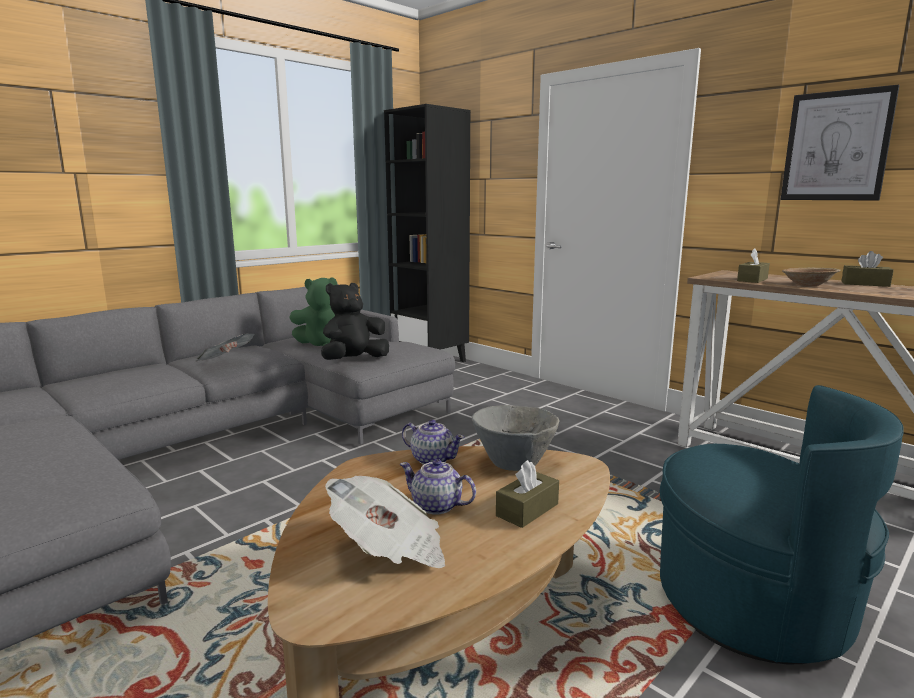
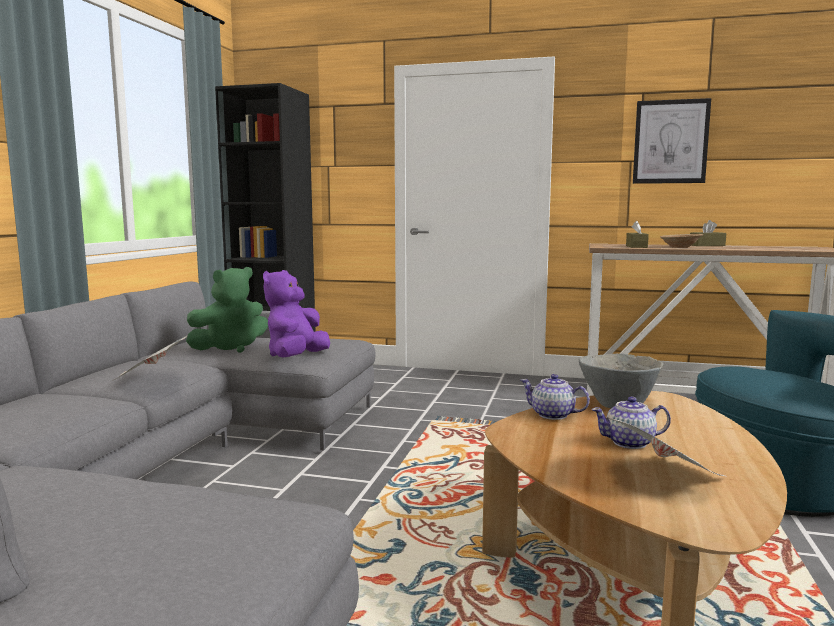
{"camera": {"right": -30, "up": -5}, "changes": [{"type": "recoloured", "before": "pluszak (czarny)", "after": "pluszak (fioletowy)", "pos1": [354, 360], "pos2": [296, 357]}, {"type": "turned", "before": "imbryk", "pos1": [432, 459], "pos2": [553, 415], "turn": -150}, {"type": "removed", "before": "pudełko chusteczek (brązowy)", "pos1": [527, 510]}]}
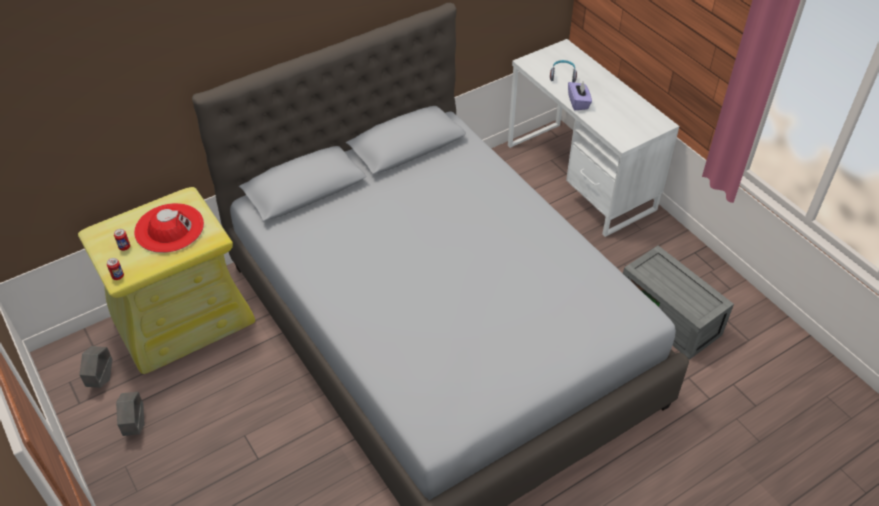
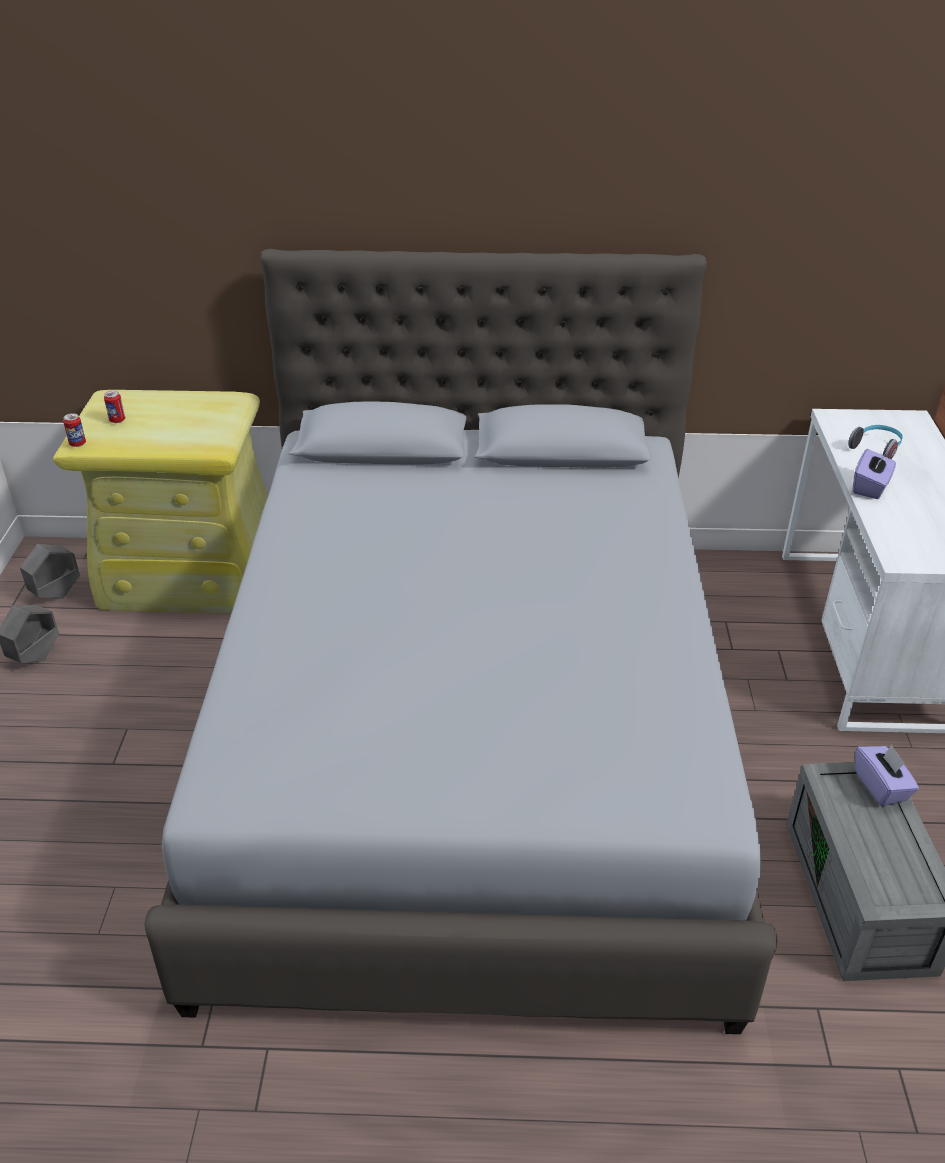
{"camera": {"right": 35, "up": -10}, "changes": [{"type": "removed", "before": "kapelusz (czerwony)", "pos1": [169, 228]}, {"type": "added", "after": "pudełko chusteczek (fioletowy)", "pos2": [881, 786]}]}
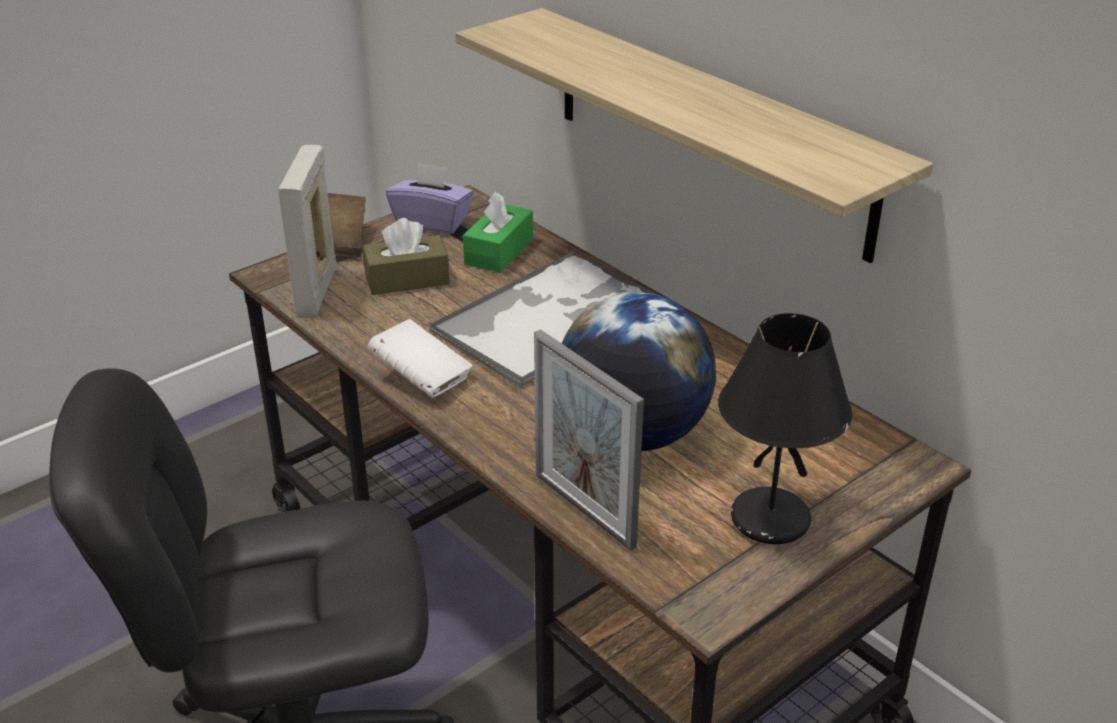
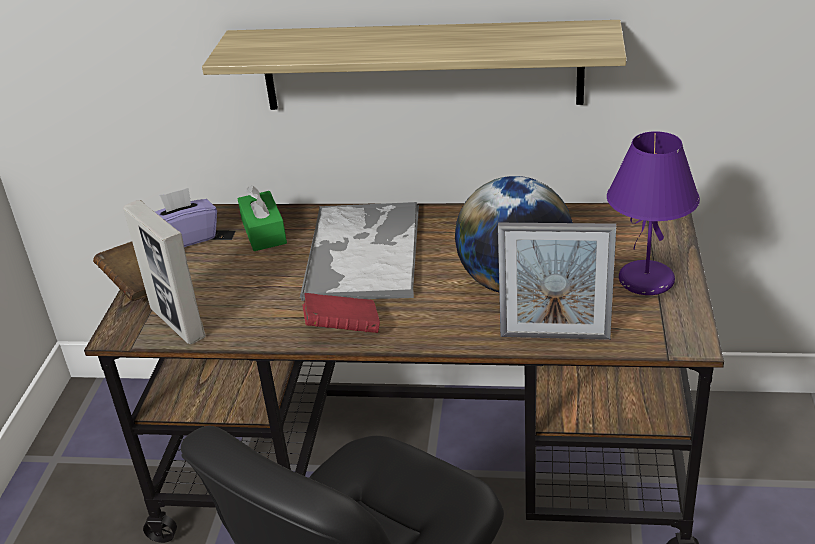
{"camera": {"right": -40, "up": 0}, "changes": [{"type": "removed", "before": "pudełko chusteczek (brązowy)", "pos1": [407, 279]}, {"type": "recoloured", "before": "książka (biały)", "after": "książka (czerwony)", "pos1": [421, 378], "pos2": [342, 329]}, {"type": "recoloured", "before": "lampa stołowa (czarny)", "after": "lampa stołowa (fioletowy)", "pos1": [768, 520], "pos2": [646, 281]}]}
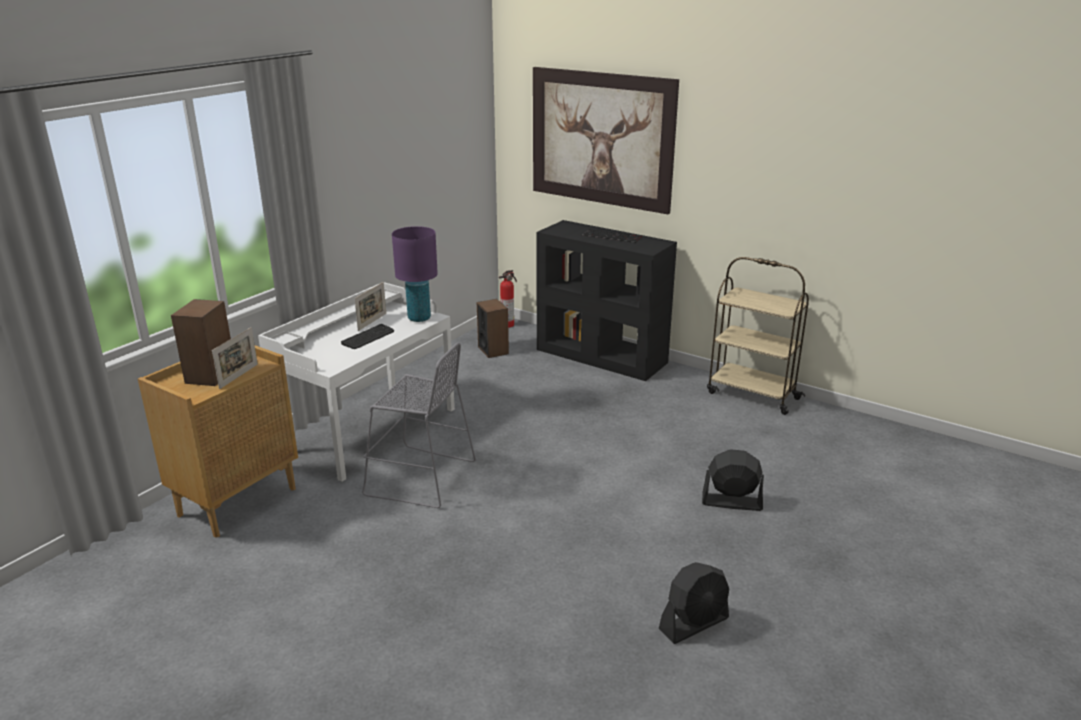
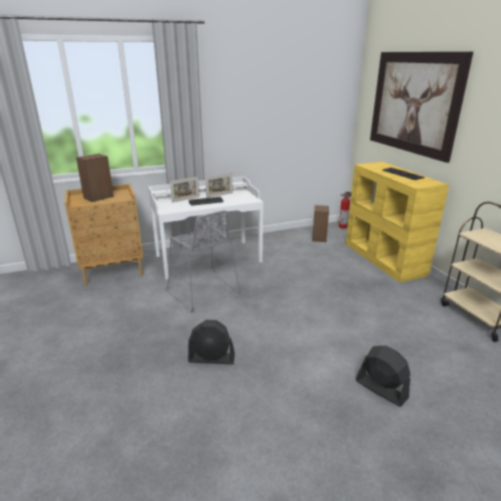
{"camera": {"right": 35, "up": 0}, "changes": [{"type": "moved", "before": "ramka na zdjęcie", "pos1": [238, 376], "pos2": [185, 199]}, {"type": "removed", "before": "lampa stołowa (fioletowy)", "pos1": [419, 318]}, {"type": "recoloured", "before": "regał (czarny)", "after": "regał (żółty)", "pos1": [601, 355], "pos2": [384, 258]}, {"type": "moved", "before": "wentylator (czarny)", "pos1": [694, 624], "pos2": [211, 358]}]}
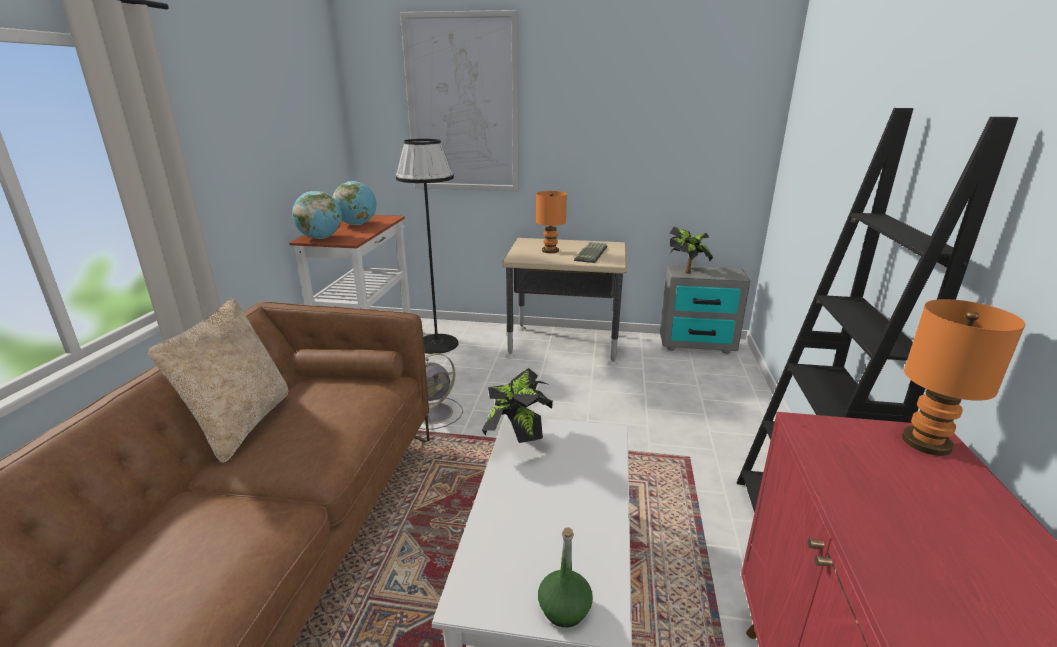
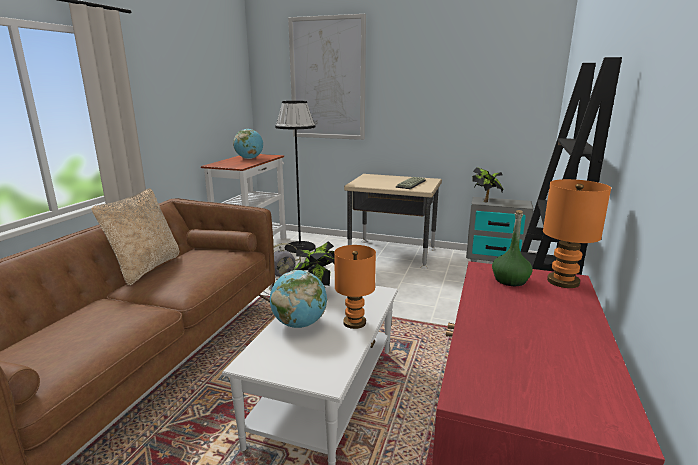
{"camera": {"right": 10, "up": -5}, "changes": [{"type": "moved", "before": "globus", "pos1": [321, 238], "pos2": [299, 324]}, {"type": "moved", "before": "lampa stołowa (pomarańczowy)", "pos1": [549, 250], "pos2": [354, 322]}, {"type": "moved", "before": "butelka (zielony)", "pos1": [564, 609], "pos2": [510, 280]}]}
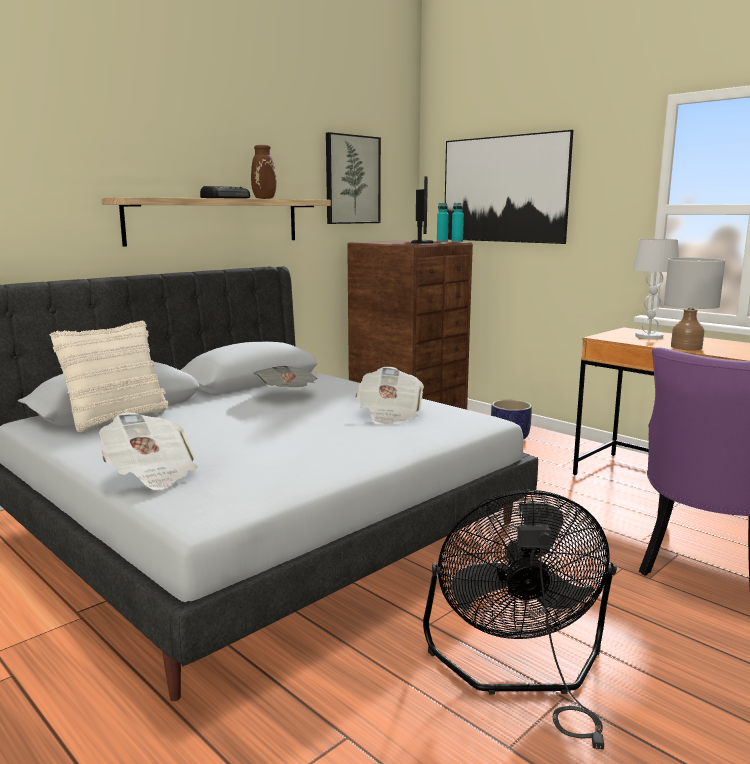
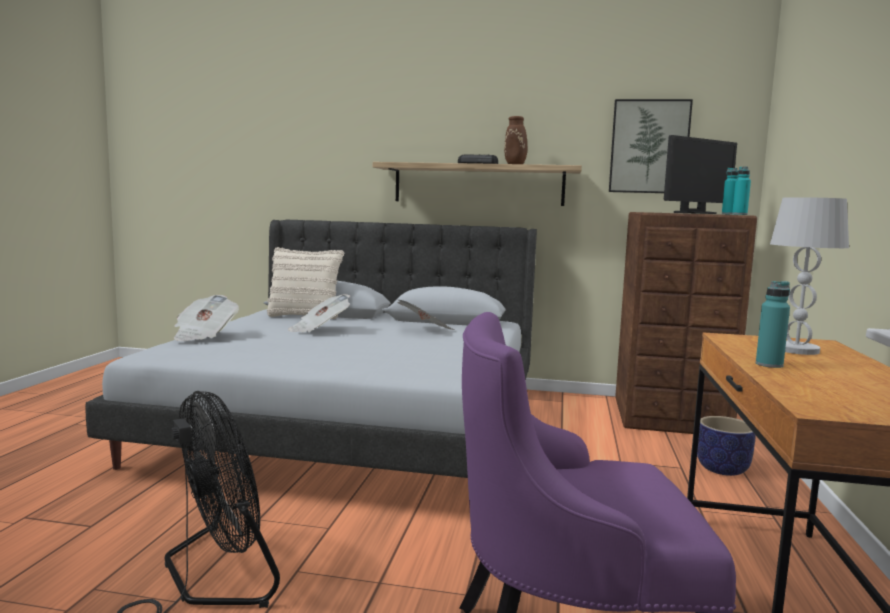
{"camera": {"right": 55, "up": -5}, "changes": [{"type": "moved", "before": "gazeta", "pos1": [389, 414], "pos2": [319, 330]}, {"type": "removed", "before": "obraz", "pos1": [503, 189]}, {"type": "replaced", "before": "lampa stołowa (szary)", "after": "butelka (turkusowy)", "pos1": [687, 347], "pos2": [769, 365]}]}
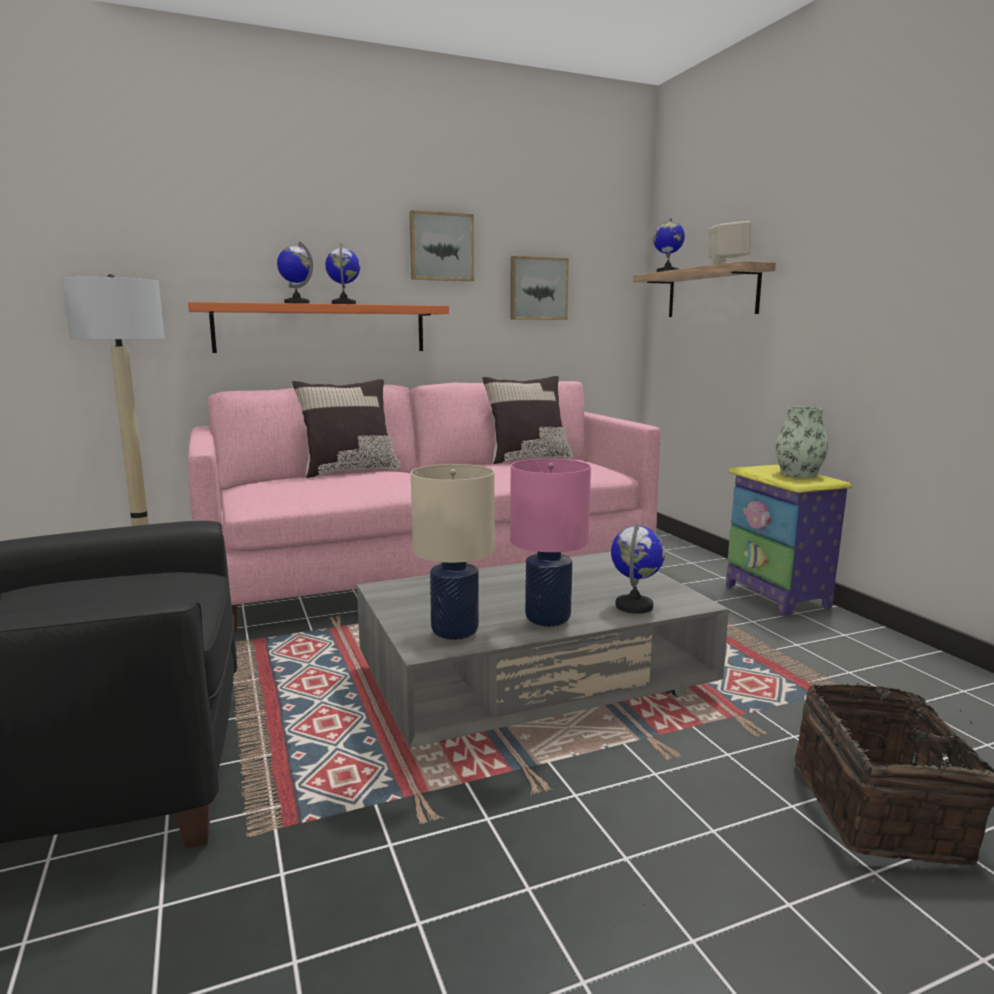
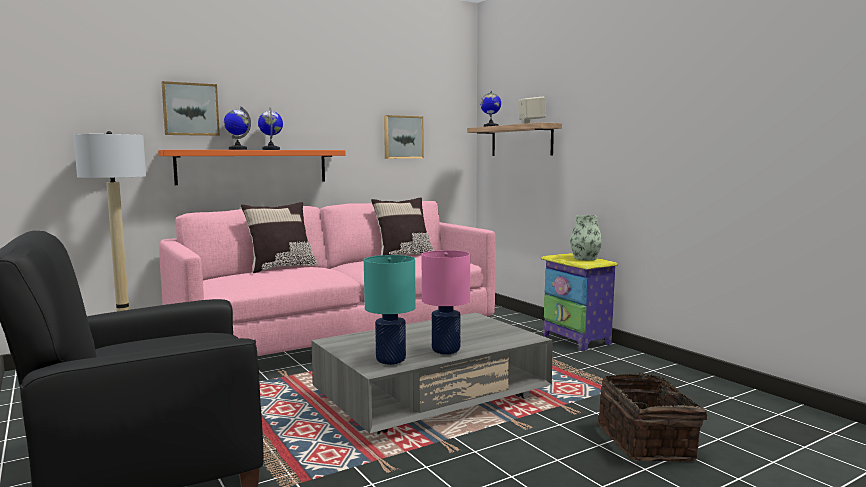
{"camera": {"right": -10, "up": -5}, "changes": [{"type": "moved", "before": "obraz", "pos1": [441, 247], "pos2": [190, 109]}, {"type": "recoloured", "before": "lampa stołowa (beżowy)", "after": "lampa stołowa (turkusowy)", "pos1": [454, 634], "pos2": [390, 362]}, {"type": "removed", "before": "globus", "pos1": [634, 606]}]}
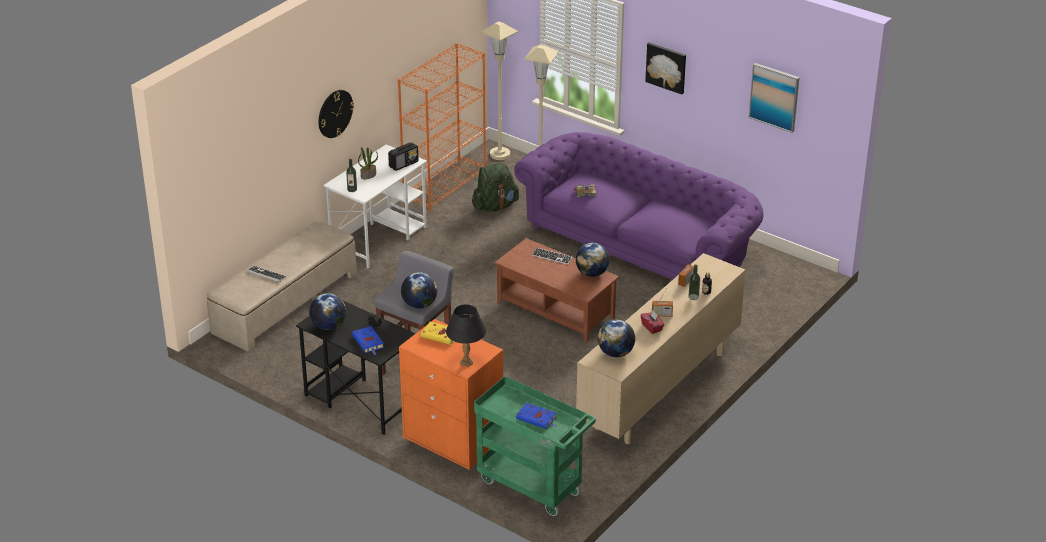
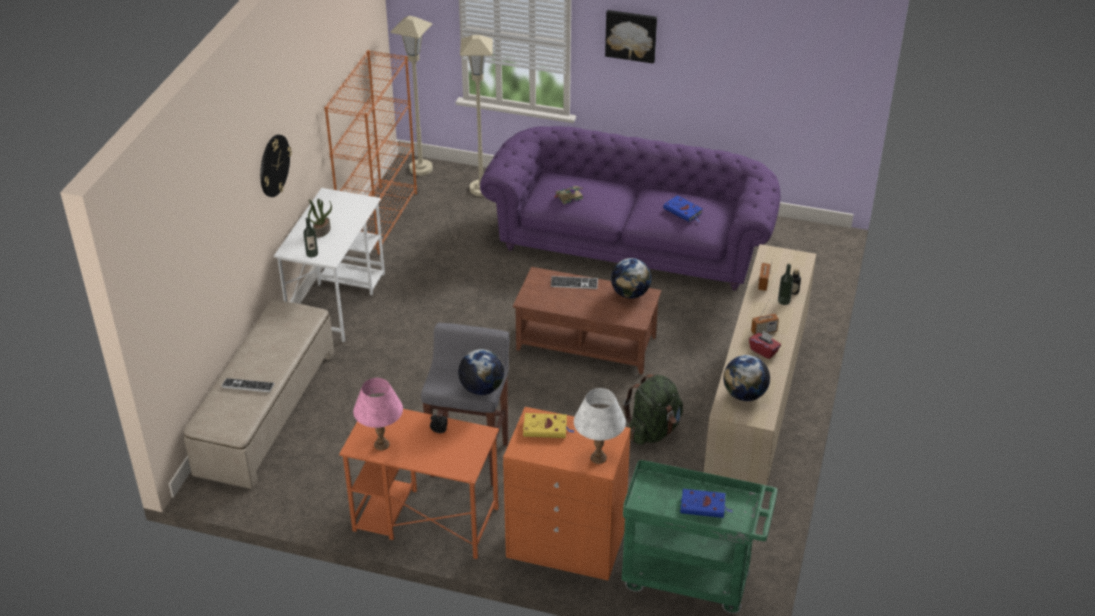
{"camera": {"right": -20, "up": 5}, "changes": [{"type": "recoloured", "before": "biurko (czarny)", "after": "biurko (pomarańczowy)", "pos1": [360, 400], "pos2": [424, 519]}, {"type": "replaced", "before": "globus", "after": "lampa stołowa (różowy)", "pos1": [328, 326], "pos2": [381, 444]}, {"type": "moved", "before": "książka (niebieski)", "pos1": [368, 342], "pos2": [683, 211]}, {"type": "removed", "before": "radio", "pos1": [404, 164]}, {"type": "recoloured", "before": "lampa stołowa (czarny)", "after": "lampa stołowa (biały)", "pos1": [466, 362], "pos2": [598, 458]}, {"type": "moved", "before": "plecak (zielony)", "pos1": [495, 206], "pos2": [653, 430]}, {"type": "removed", "before": "obraz", "pos1": [774, 97]}]}
